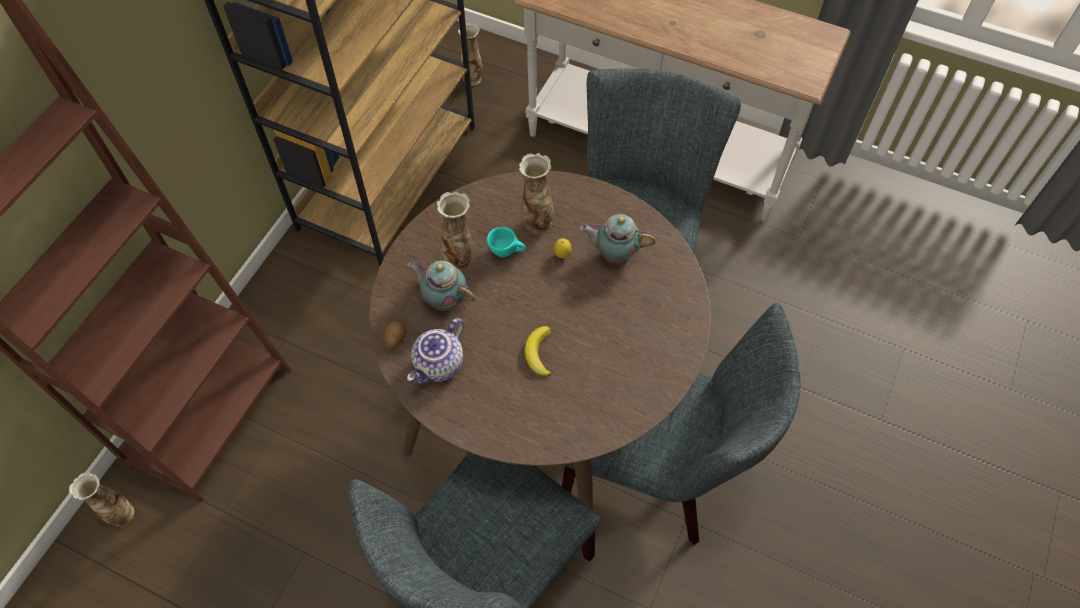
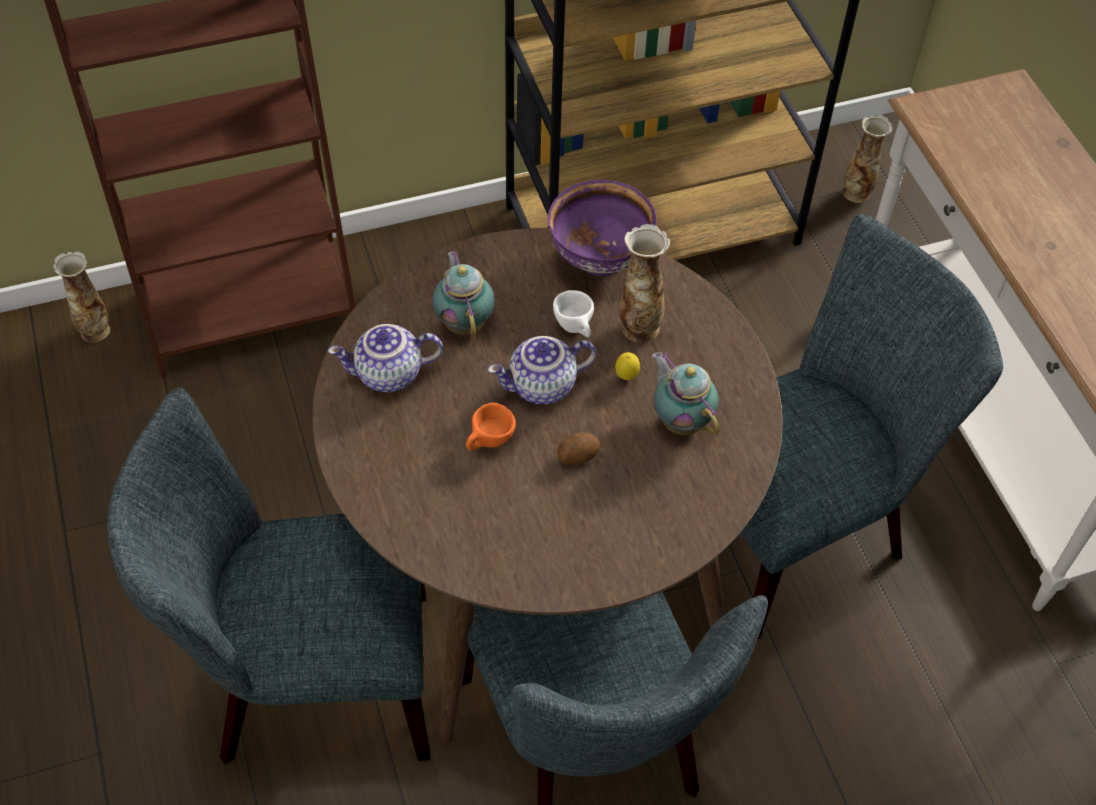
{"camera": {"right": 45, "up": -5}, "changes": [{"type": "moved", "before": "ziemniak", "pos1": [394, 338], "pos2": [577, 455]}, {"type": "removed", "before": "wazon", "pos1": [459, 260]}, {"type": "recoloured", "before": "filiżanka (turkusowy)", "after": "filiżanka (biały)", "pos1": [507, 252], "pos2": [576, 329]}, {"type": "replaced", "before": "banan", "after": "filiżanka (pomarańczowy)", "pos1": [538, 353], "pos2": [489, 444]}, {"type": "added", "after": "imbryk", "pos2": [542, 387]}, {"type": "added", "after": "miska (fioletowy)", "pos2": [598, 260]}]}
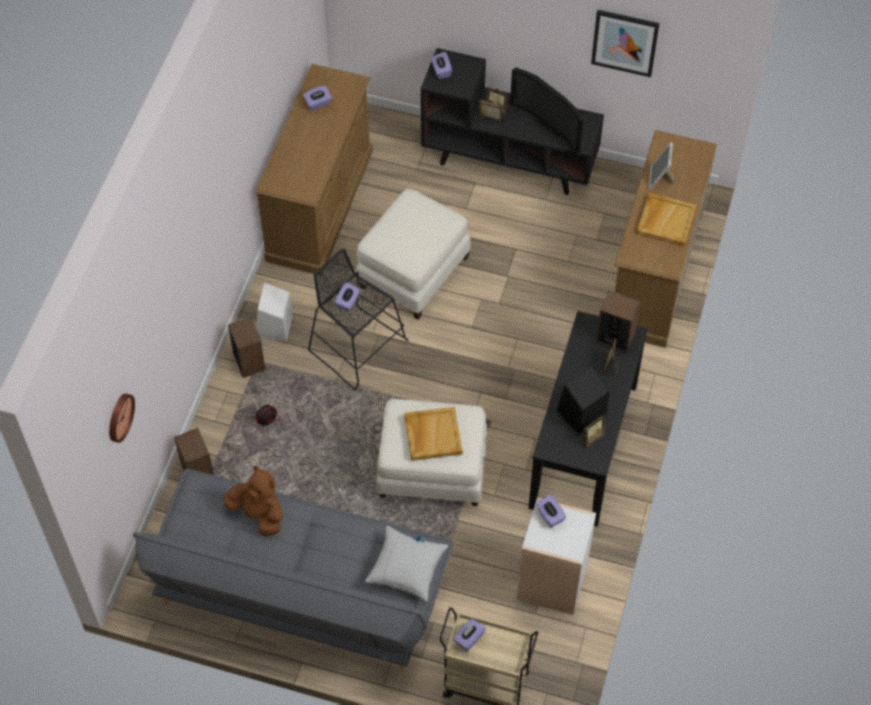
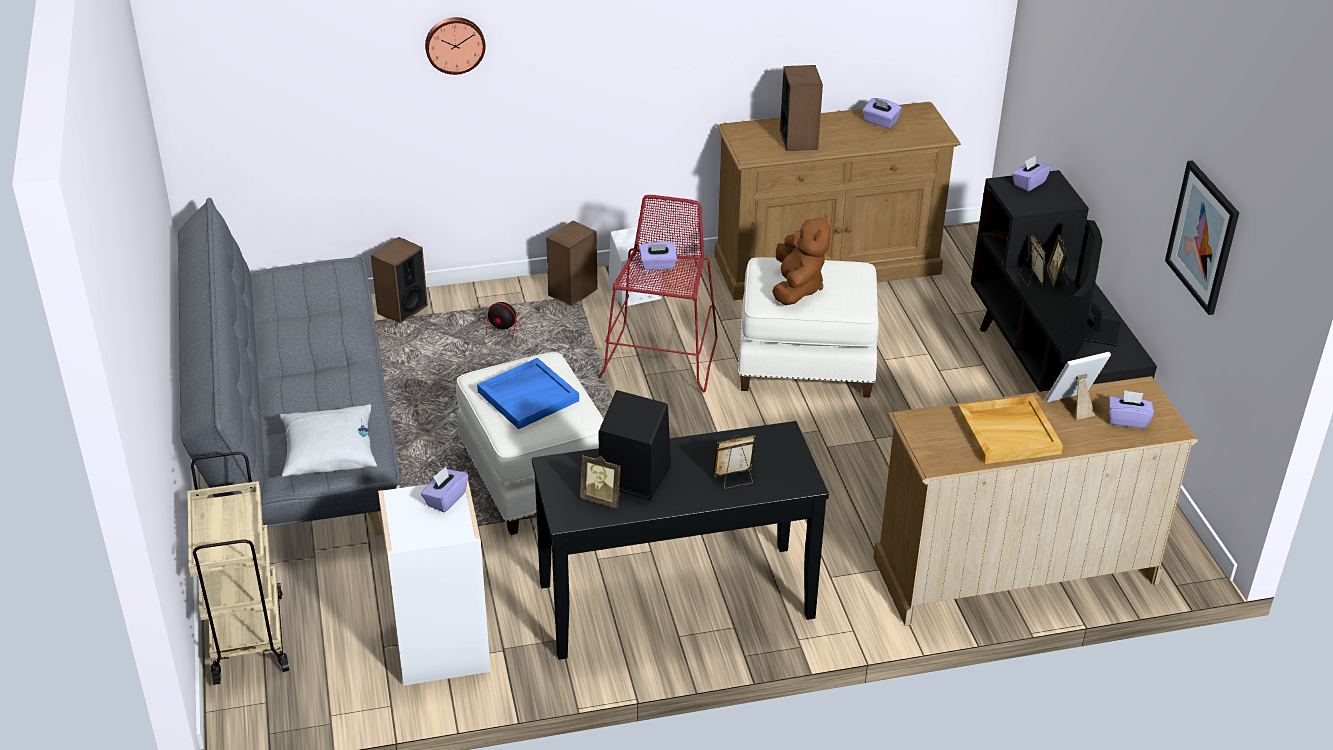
{"camera": {"right": 60, "up": -20}, "changes": [{"type": "moved", "before": "zegar ścienny", "pos1": [119, 417], "pos2": [454, 44]}, {"type": "moved", "before": "pluszak (brązowy)", "pos1": [258, 514], "pos2": [797, 288]}, {"type": "recoloured", "before": "stołek (czarny)", "after": "stołek (czerwony)", "pos1": [359, 347], "pos2": [661, 360]}, {"type": "recoloured", "before": "taca (beżowy)", "after": "taca (niebieski)", "pos1": [432, 434], "pos2": [528, 396]}, {"type": "moved", "before": "pudełko chusteczek (fioletowy)", "pos1": [469, 638], "pos2": [1127, 420]}, {"type": "moved", "before": "głośnik", "pos1": [615, 337], "pos2": [799, 139]}]}
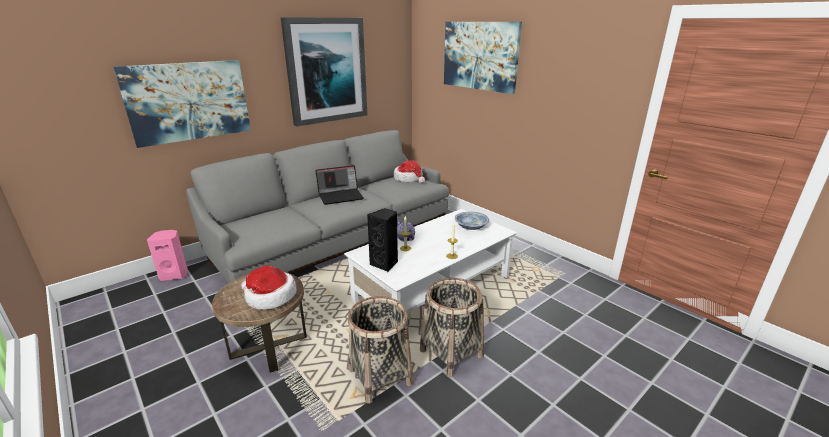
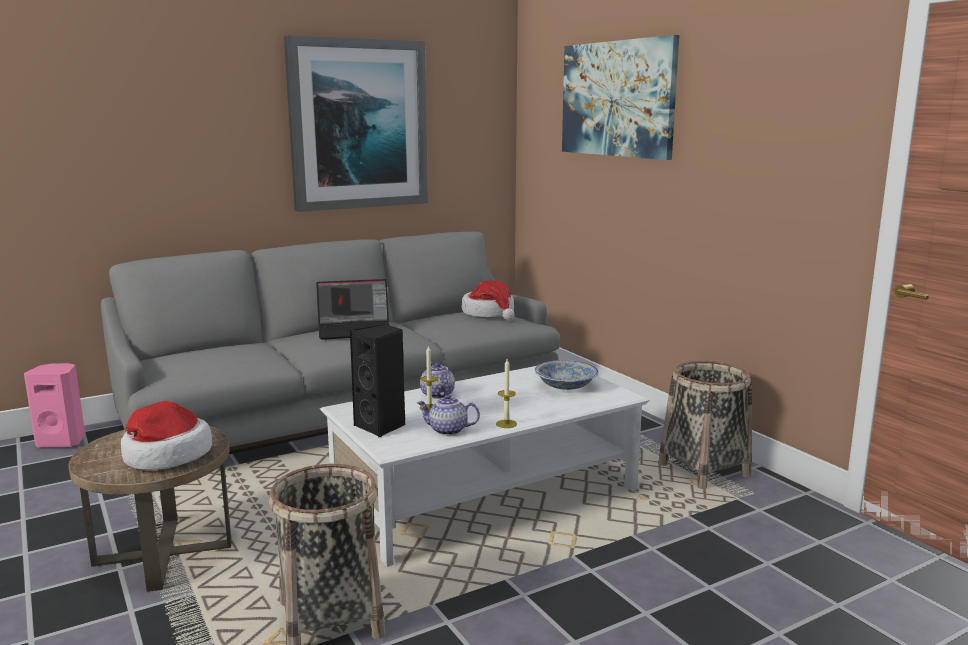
{"camera": {"right": 10, "up": -10}, "changes": [{"type": "removed", "before": "obraz", "pos1": [188, 101]}, {"type": "moved", "before": "koszyk", "pos1": [451, 353], "pos2": [703, 469]}, {"type": "added", "after": "imbryk", "pos2": [447, 431]}]}
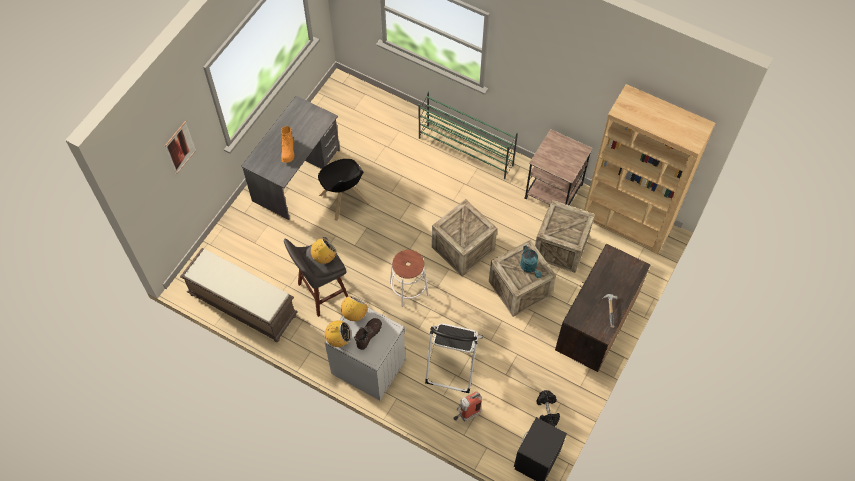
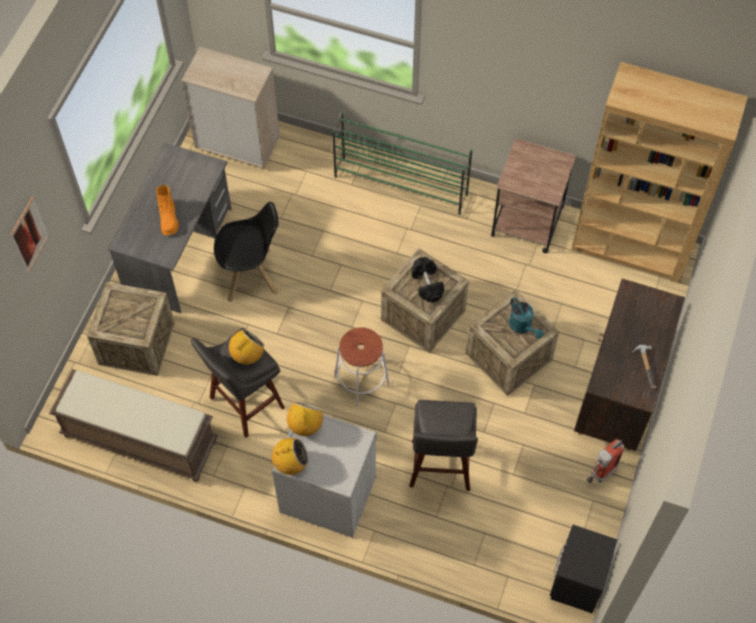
{"camera": {"right": -10, "up": 0}, "changes": [{"type": "turned", "before": "krzesło (czarny)", "pos1": [344, 200], "pos2": [251, 274], "turn": -60}, {"type": "removed", "before": "but z cholewką (brązowy)", "pos1": [368, 335]}, {"type": "replaced", "before": "drabinka", "after": "stołek (szary)", "pos1": [453, 361], "pos2": [440, 468]}, {"type": "moved", "before": "gaśnica", "pos1": [466, 415], "pos2": [599, 475]}, {"type": "moved", "before": "skrzynka", "pos1": [560, 247], "pos2": [136, 343]}, {"type": "moved", "before": "hantel (czarny)", "pos1": [547, 411], "pos2": [427, 284]}, {"type": "added", "after": "szafka (beżowy)", "pos2": [239, 145]}]}
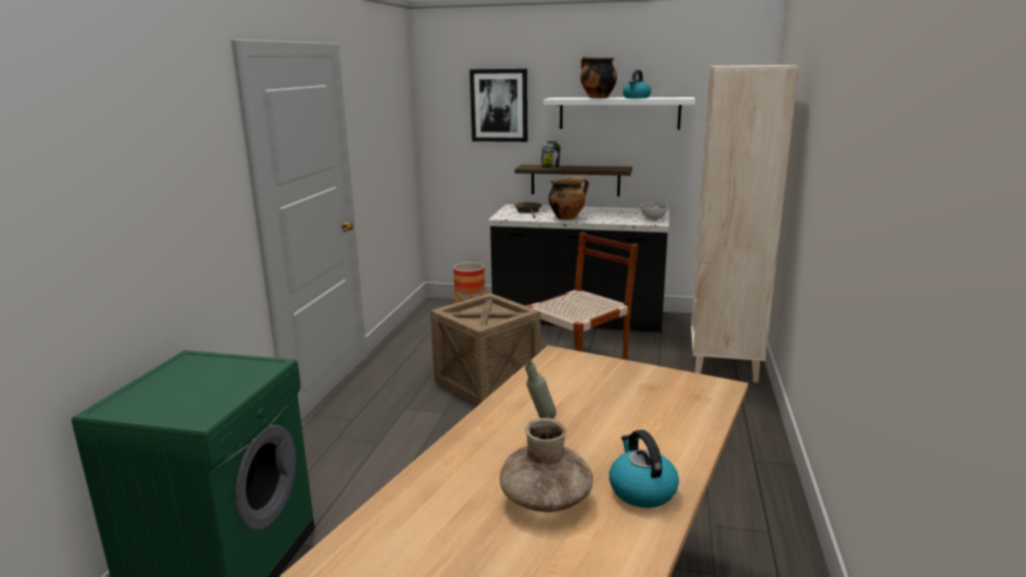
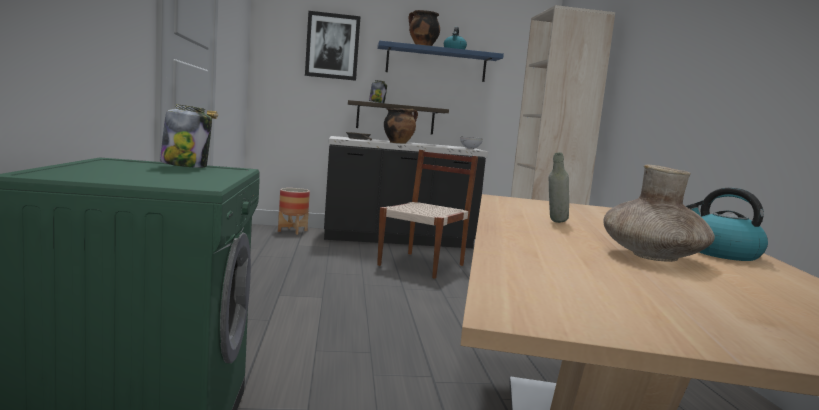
{"camera": {"right": -20, "up": -10}, "changes": [{"type": "removed", "before": "skrzynka", "pos1": [487, 381]}, {"type": "recoloured", "before": "półka (biały)", "after": "półka (niebieski)", "pos1": [619, 113], "pos2": [436, 63]}, {"type": "added", "after": "słoik", "pos2": [185, 166]}]}
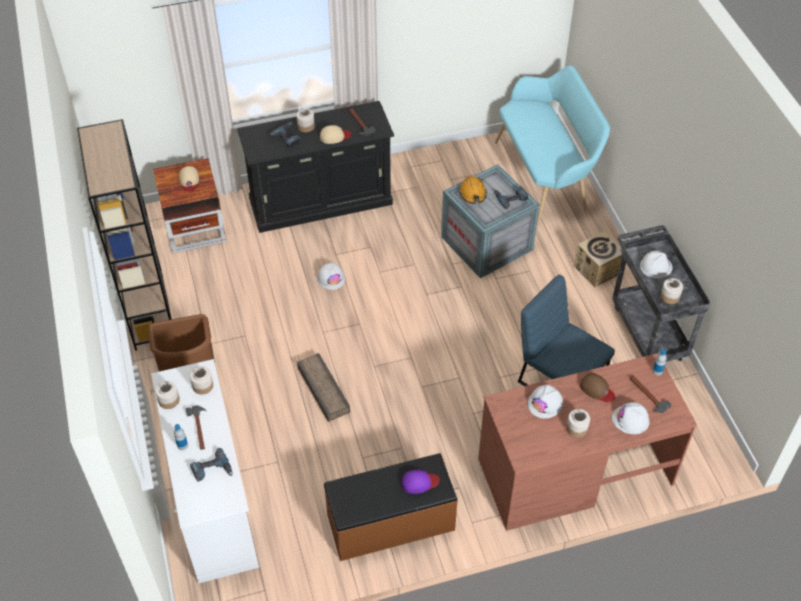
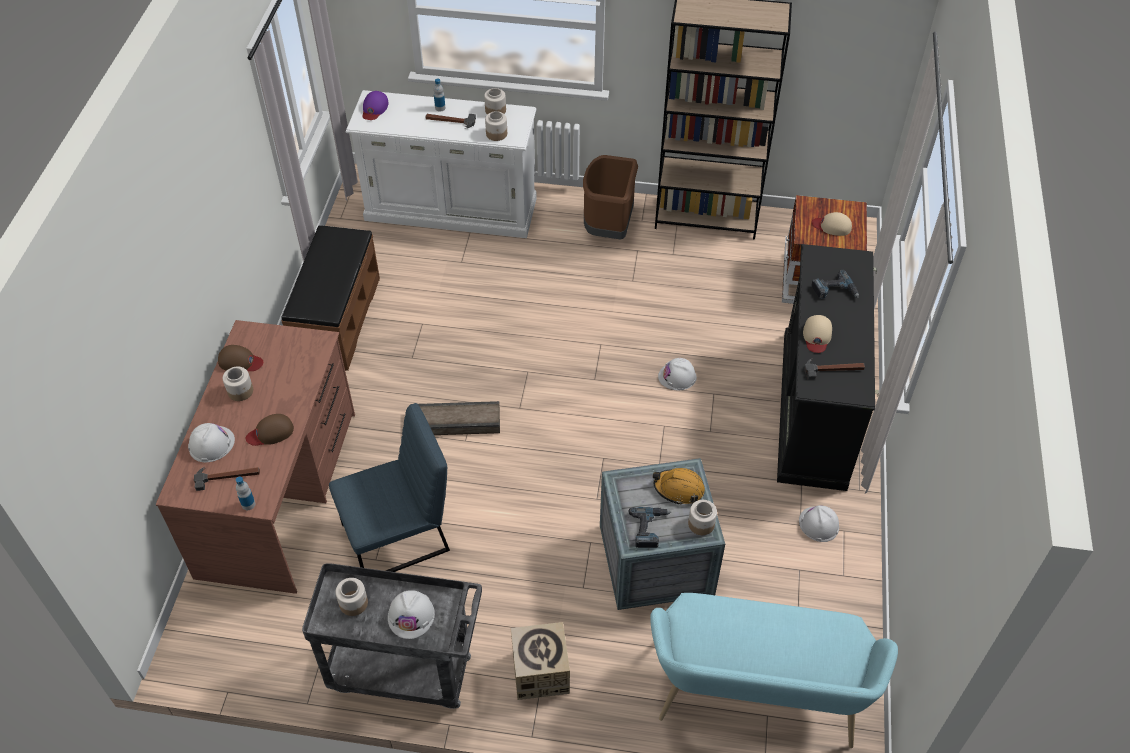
{"camera": {"right": 115, "up": 0}, "changes": [{"type": "removed", "before": "wiertarka", "pos1": [212, 470]}, {"type": "moved", "before": "słoik", "pos1": [306, 126], "pos2": [701, 524]}, {"type": "moved", "before": "skrzynka", "pos1": [322, 390], "pos2": [455, 421]}, {"type": "moved", "before": "czapka z daszkiem (fioletowy)", "pos1": [419, 482], "pos2": [374, 108]}, {"type": "moved", "before": "kask (biały)", "pos1": [545, 403], "pos2": [818, 524]}, {"type": "added", "after": "czapka z daszkiem (brązowy)", "pos2": [240, 362]}]}
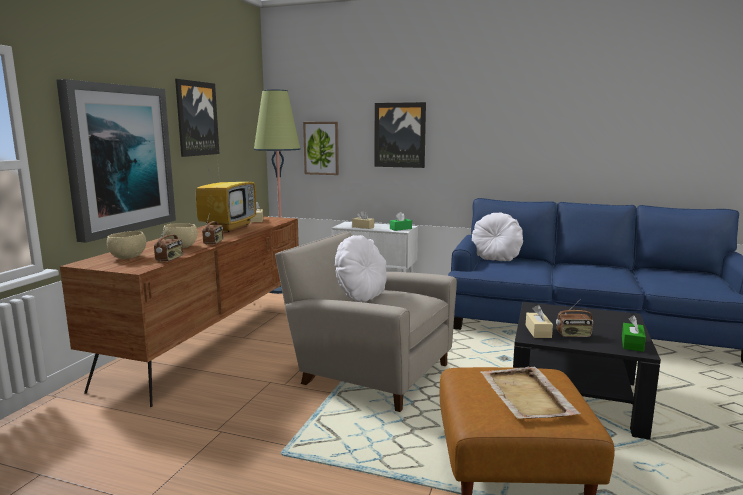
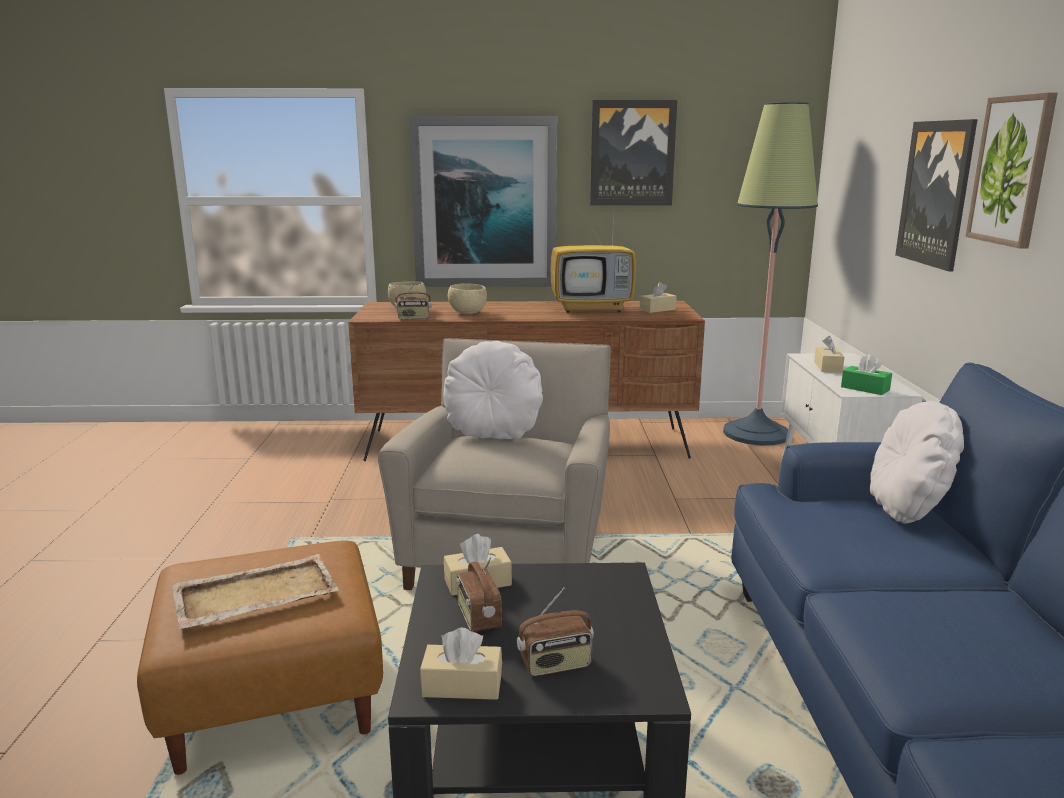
{"camera": {"right": 70, "up": 5}, "changes": [{"type": "moved", "before": "radio", "pos1": [214, 242], "pos2": [556, 664]}, {"type": "moved", "before": "obraz", "pos1": [321, 148], "pos2": [1011, 170]}, {"type": "recoloured", "before": "pudełko chusteczek (zielony)", "after": "pudełko chusteczek (beżowy)", "pos1": [632, 343], "pos2": [462, 685]}]}
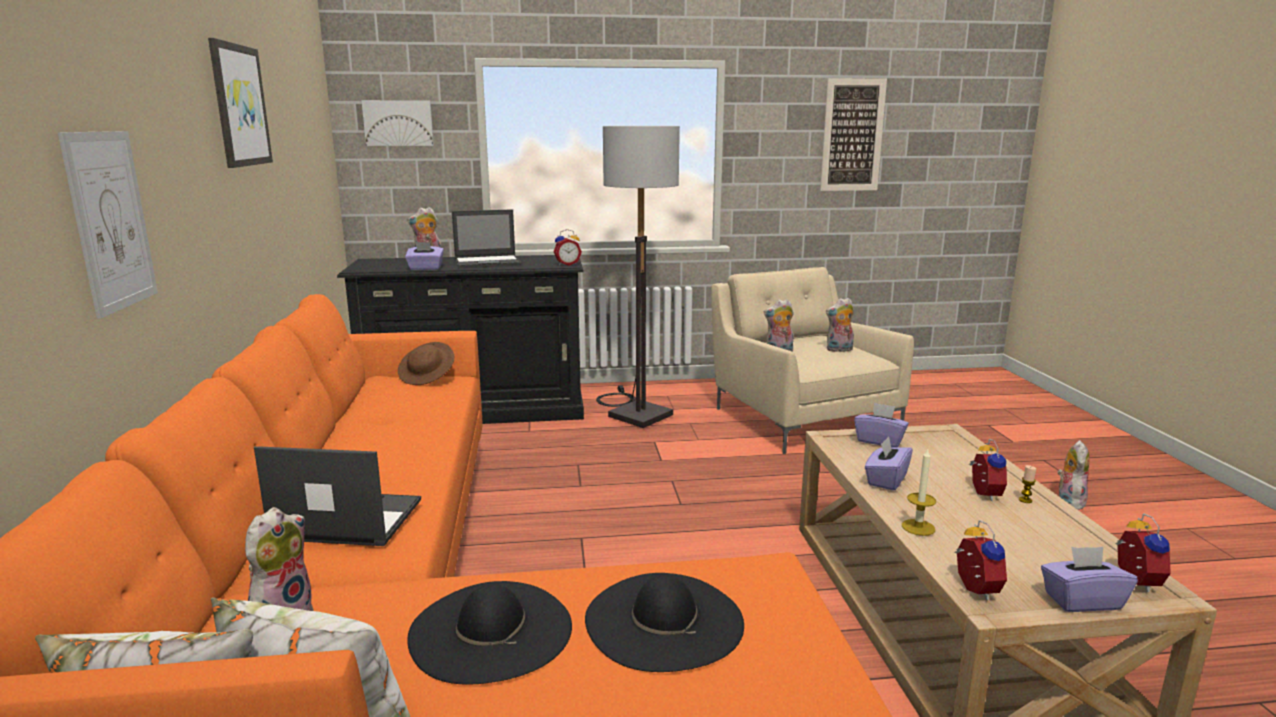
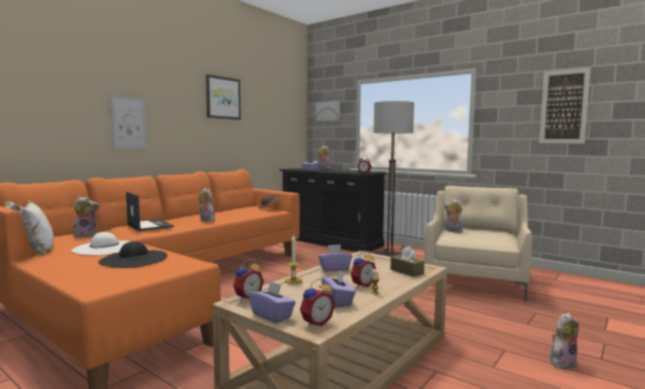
{"camera": {"right": 45, "up": -10}, "changes": [{"type": "recoloured", "before": "kapelusz (czarny)", "after": "kapelusz (biały)", "pos1": [490, 630], "pos2": [104, 248]}, {"type": "removed", "before": "laptop", "pos1": [488, 262]}, {"type": "moved", "before": "pluszak", "pos1": [839, 350], "pos2": [206, 220]}, {"type": "moved", "before": "pudełko chusteczek (fioletowy)", "pos1": [879, 441], "pos2": [337, 301]}, {"type": "added", "after": "pudełko chusteczek (brązowy)", "pos2": [406, 271]}]}
